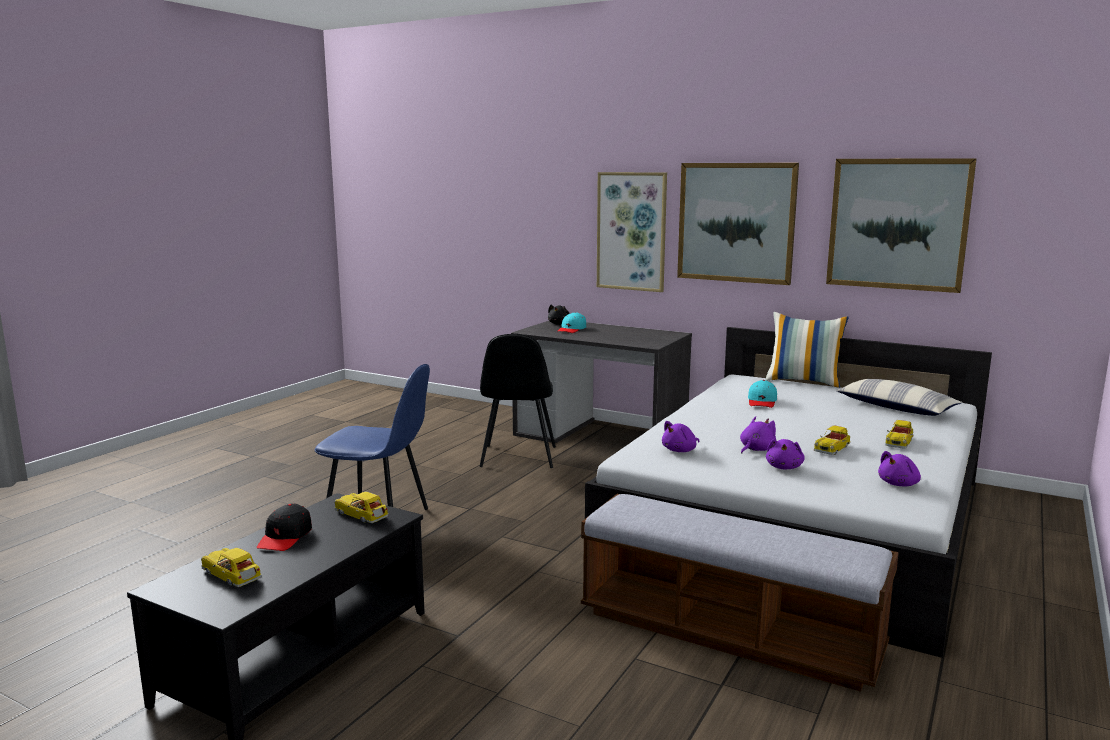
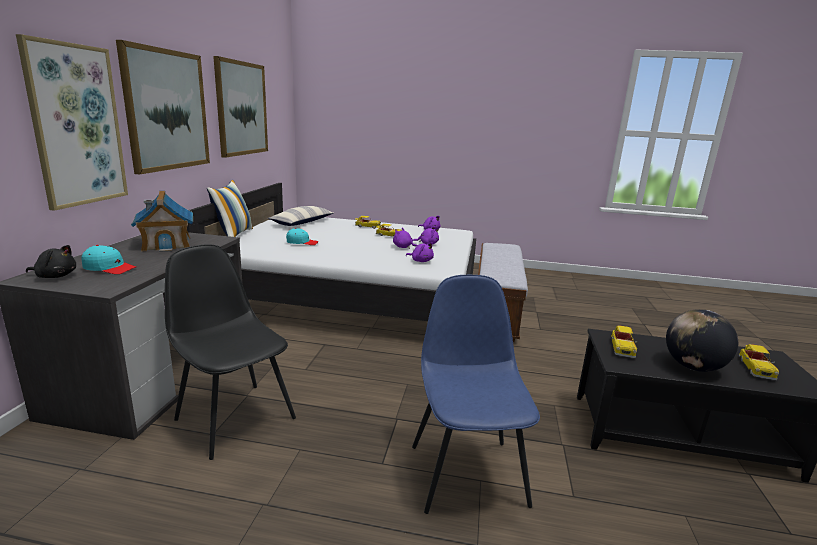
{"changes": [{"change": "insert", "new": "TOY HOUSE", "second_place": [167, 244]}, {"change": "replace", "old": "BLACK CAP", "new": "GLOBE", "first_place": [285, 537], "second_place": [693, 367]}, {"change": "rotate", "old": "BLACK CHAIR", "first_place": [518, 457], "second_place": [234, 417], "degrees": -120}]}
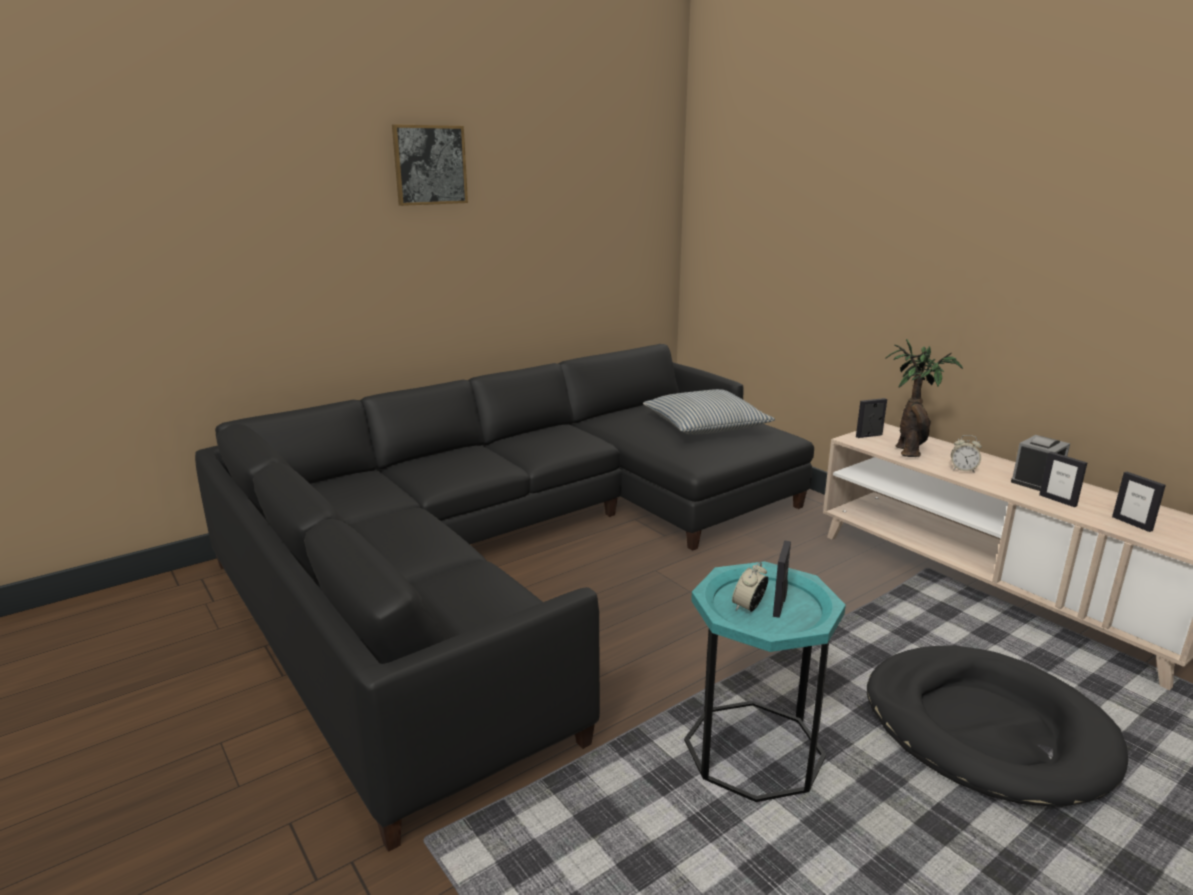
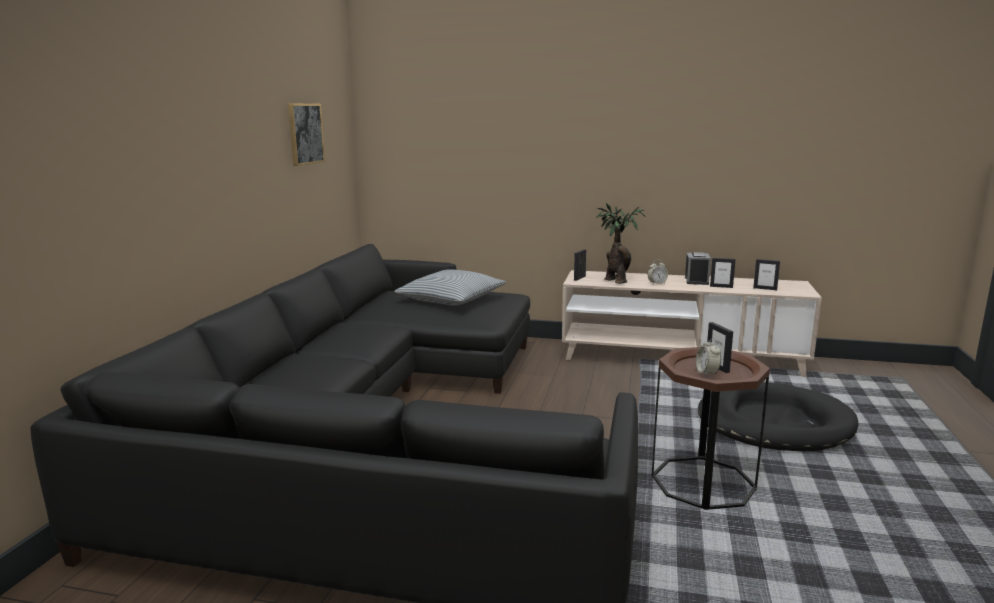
{"changes": [{"change": "move", "old": "PICTURE", "first_place": [430, 165], "second_place": [305, 134]}, {"change": "recolor", "old": "TURQUOISE SIDE TABLE", "new": "BROWN SIDE TABLE", "first_place": [754, 750], "second_place": [703, 483]}]}
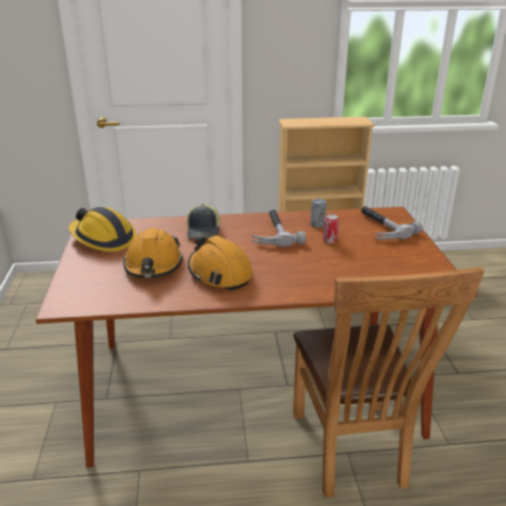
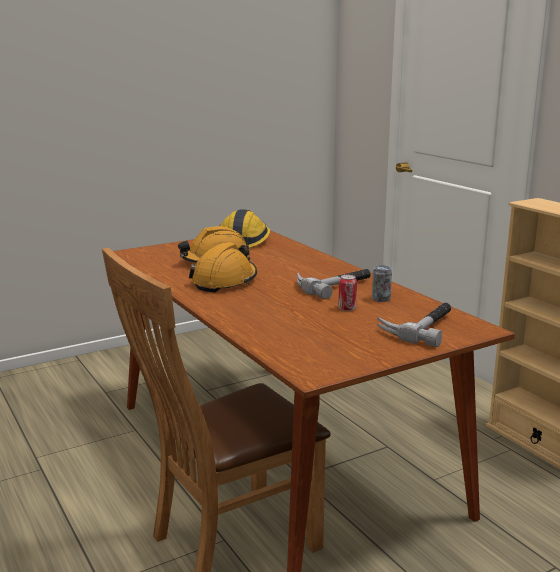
{"changes": [{"change": "delete", "old": "CAP", "first_place": [204, 231]}]}
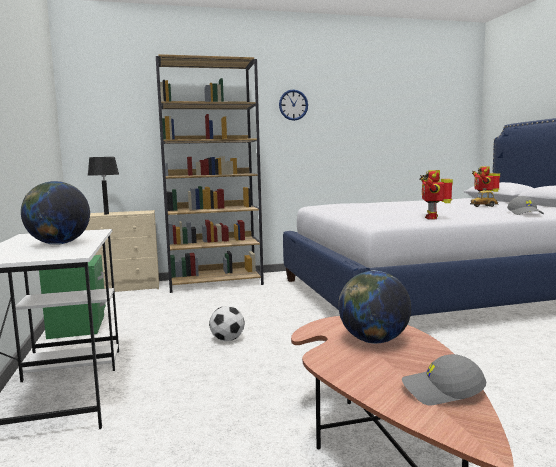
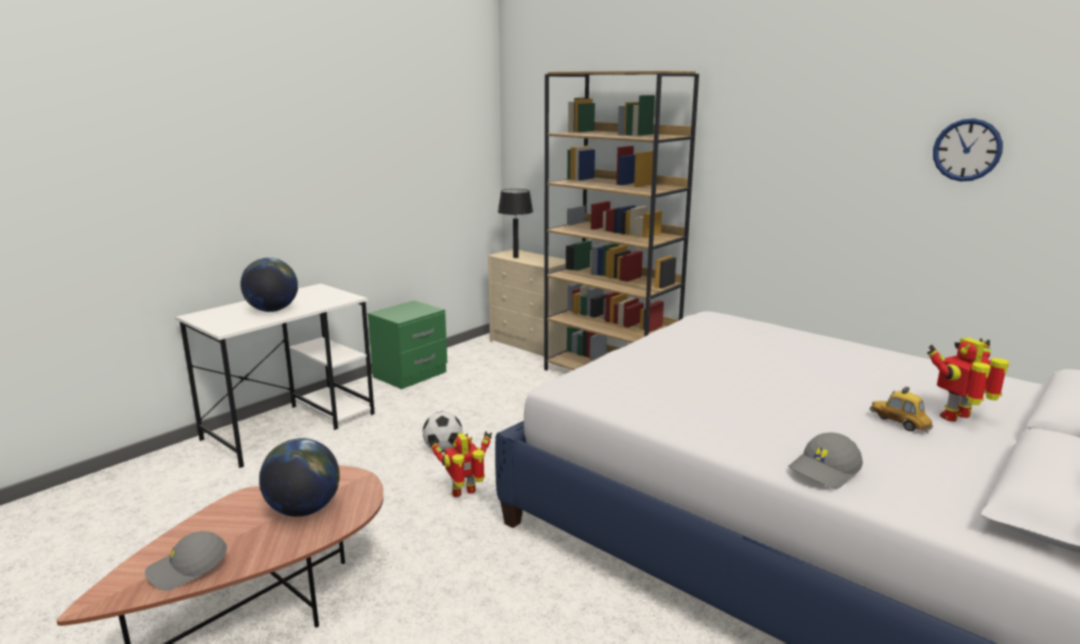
{"changes": [{"change": "move", "old": "WALL CLOCK", "first_place": [293, 105], "second_place": [967, 150]}, {"change": "move", "old": "TOY ROBOT", "first_place": [432, 218], "second_place": [465, 493]}, {"change": "rotate", "old": "GREY CAP", "first_place": [442, 392], "second_place": [188, 569], "degrees": -90}]}
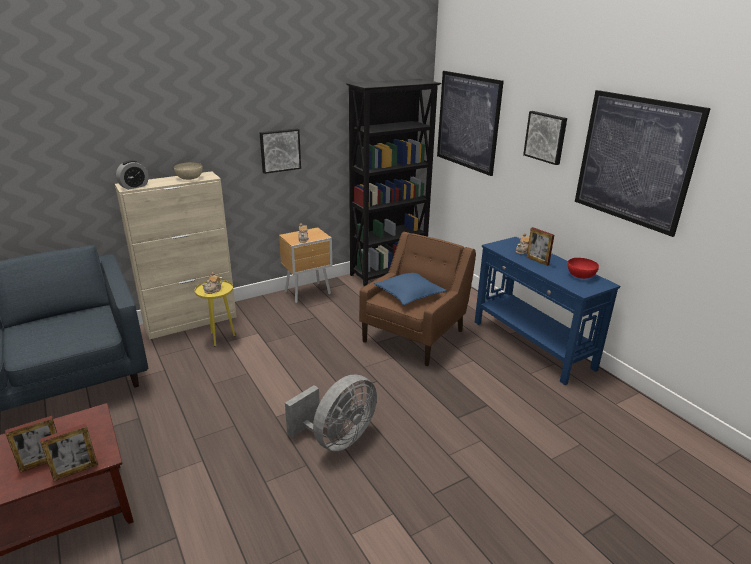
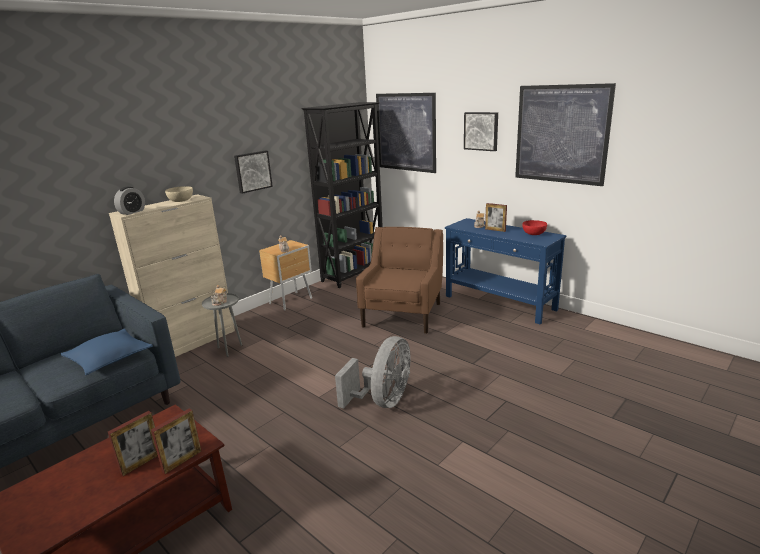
{"changes": [{"change": "move", "old": "BLUE PILLOW", "first_place": [409, 294], "second_place": [109, 358]}, {"change": "recolor", "old": "YELLOW SIDE TABLE", "new": "GREY SIDE TABLE", "first_place": [220, 338], "second_place": [229, 349]}]}
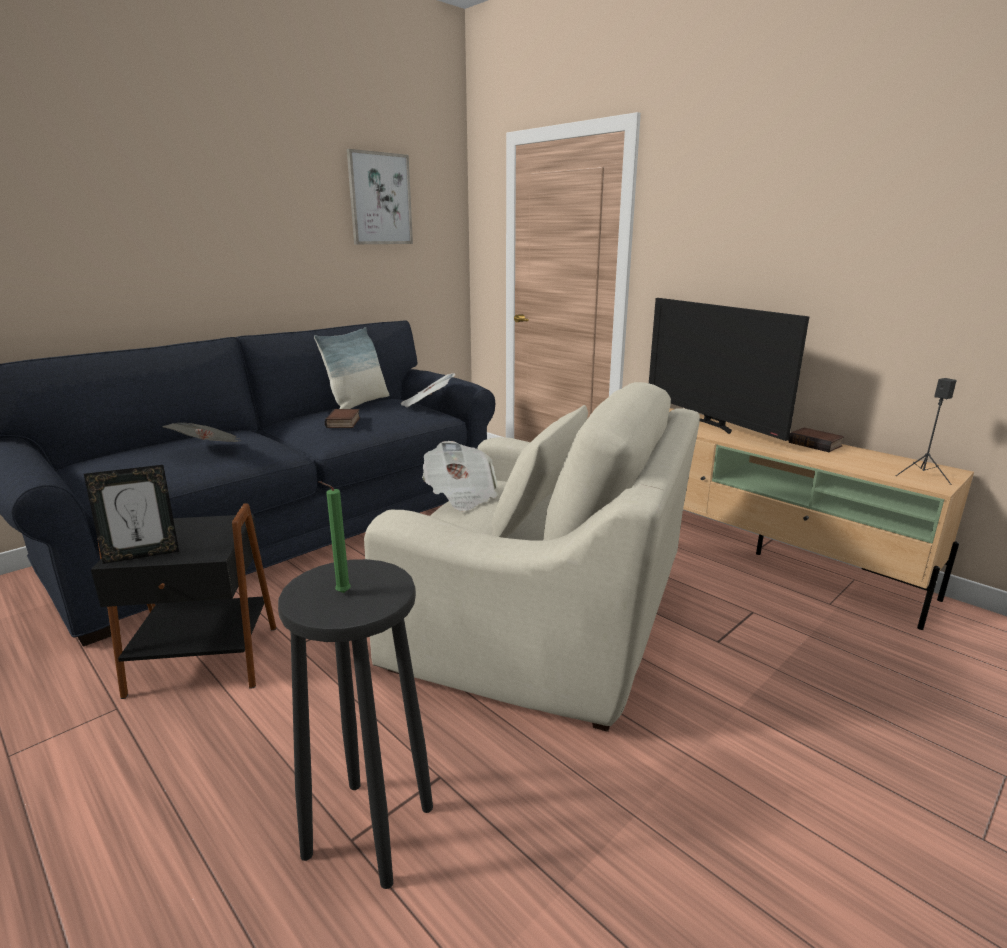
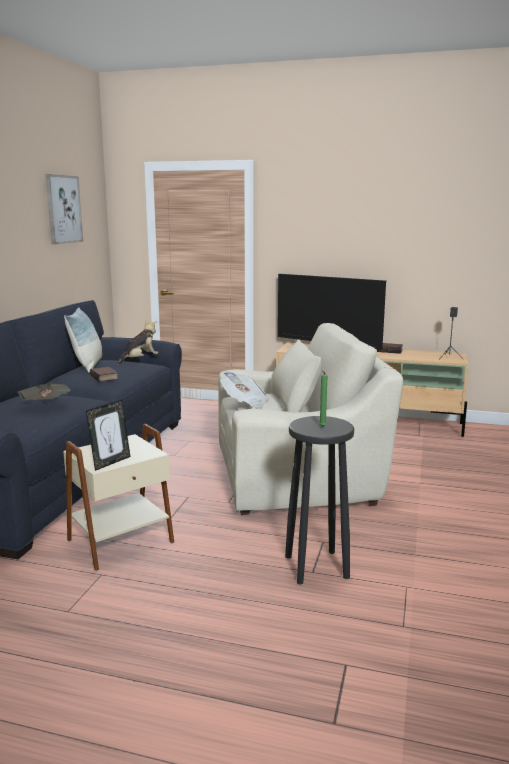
{"changes": [{"change": "replace", "old": "NEWSPAPER", "new": "PLUSH TOY", "first_place": [427, 405], "second_place": [140, 360]}, {"change": "recolor", "old": "BLACK SIDE TABLE", "new": "BEIGE SIDE TABLE", "first_place": [204, 662], "second_place": [121, 542]}]}
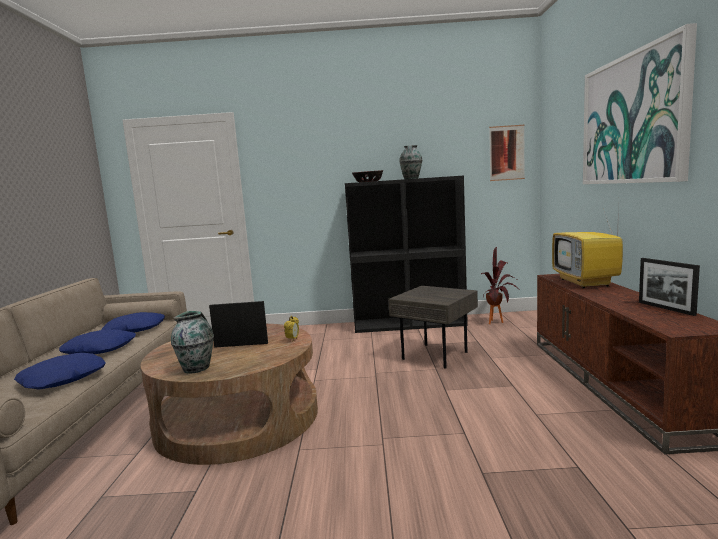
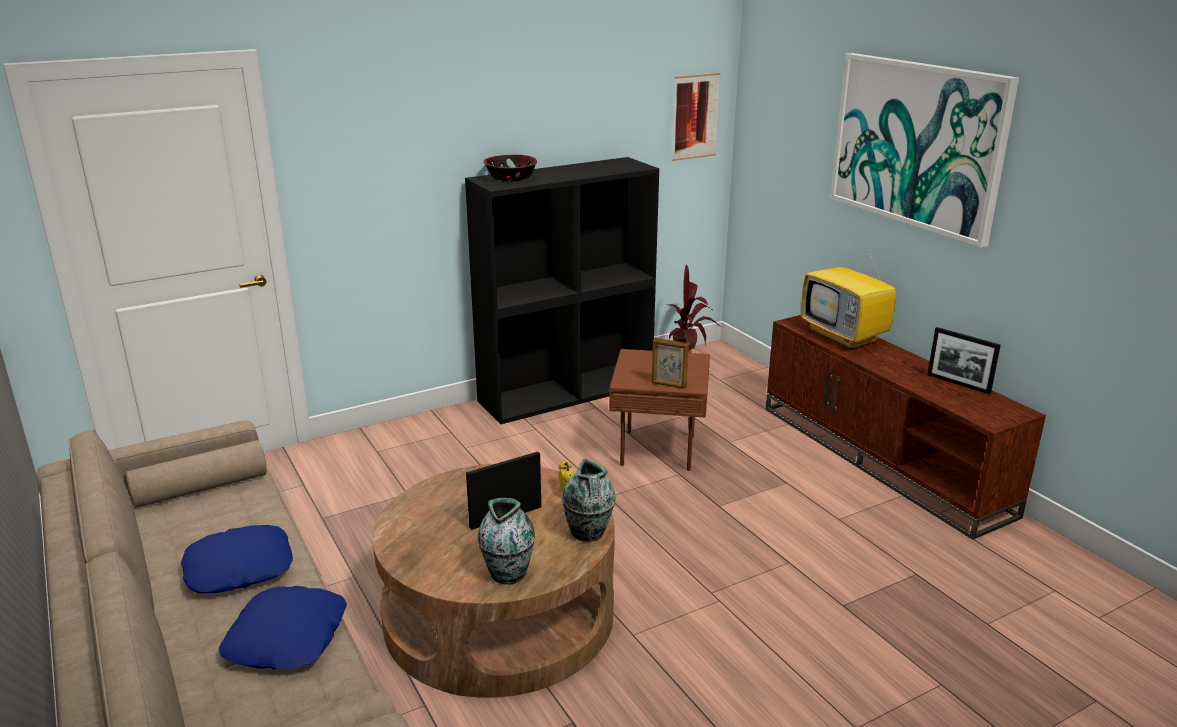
{"changes": [{"change": "delete", "old": "BLUE PILLOW", "first_place": [135, 329]}, {"change": "insert", "new": "PICTURE FRAME", "second_place": [668, 385]}, {"change": "move", "old": "VASE", "first_place": [411, 178], "second_place": [588, 533]}, {"change": "recolor", "old": "GREY SIDE TABLE", "new": "BROWN SIDE TABLE", "first_place": [437, 355], "second_place": [660, 449]}]}
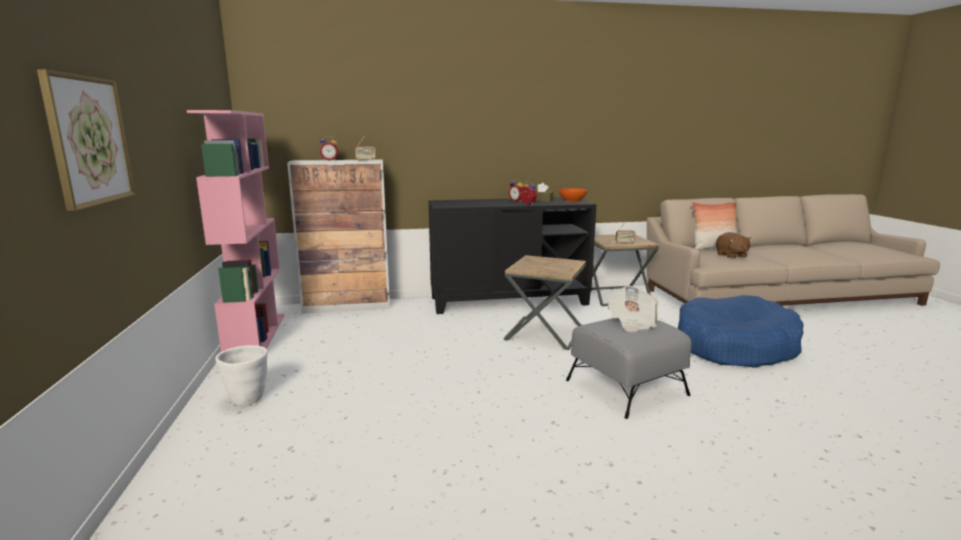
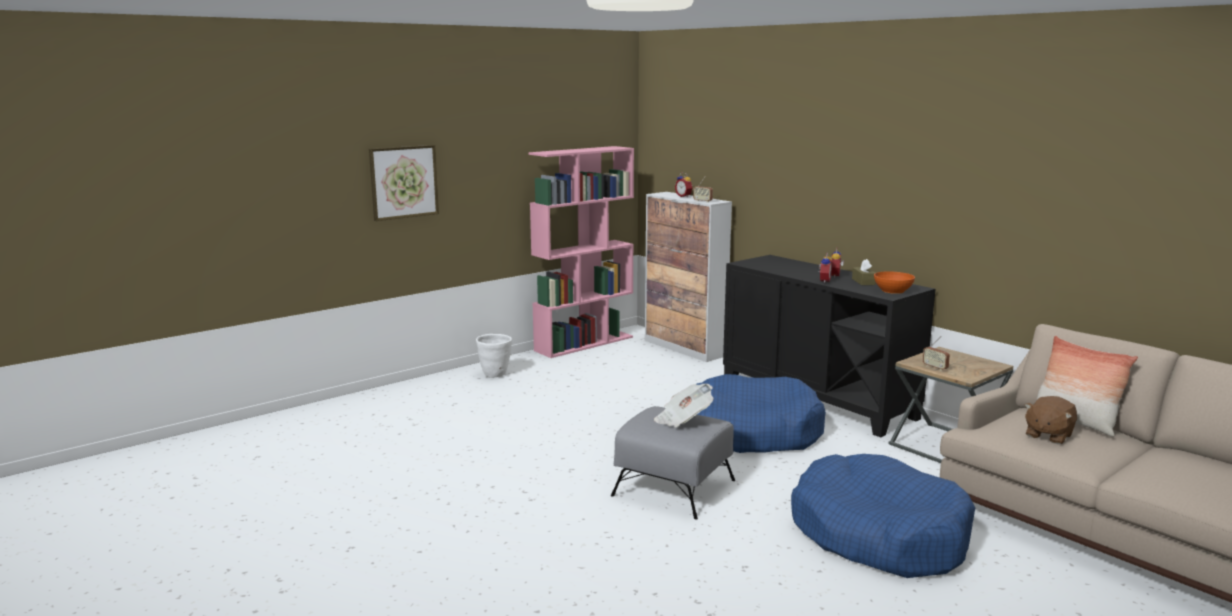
{"changes": [{"change": "replace", "old": "BROWN SIDE TABLE", "new": "BLUE DOG BED", "first_place": [544, 333], "second_place": [751, 432]}]}
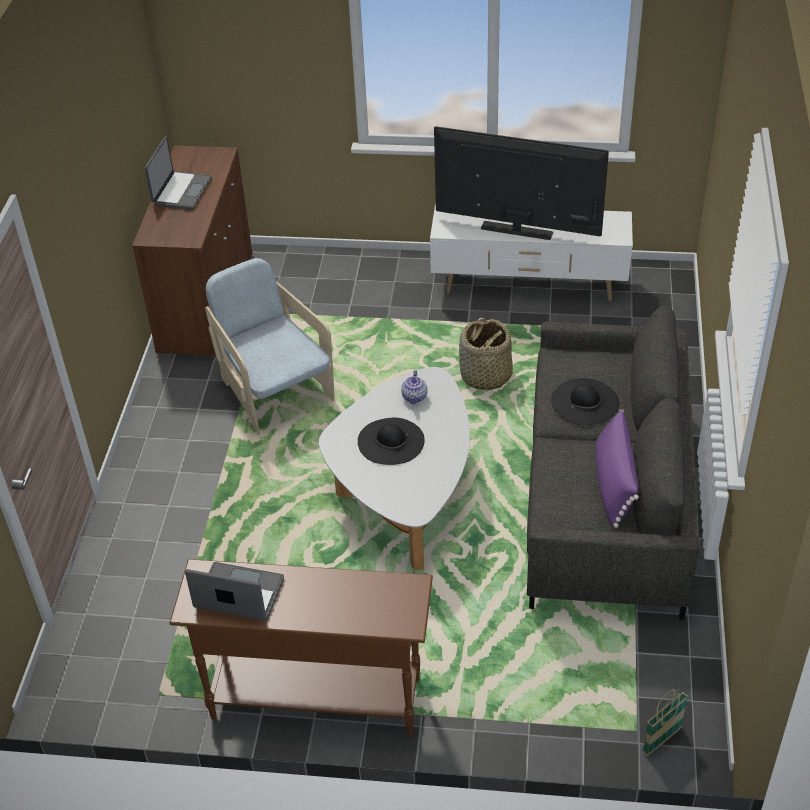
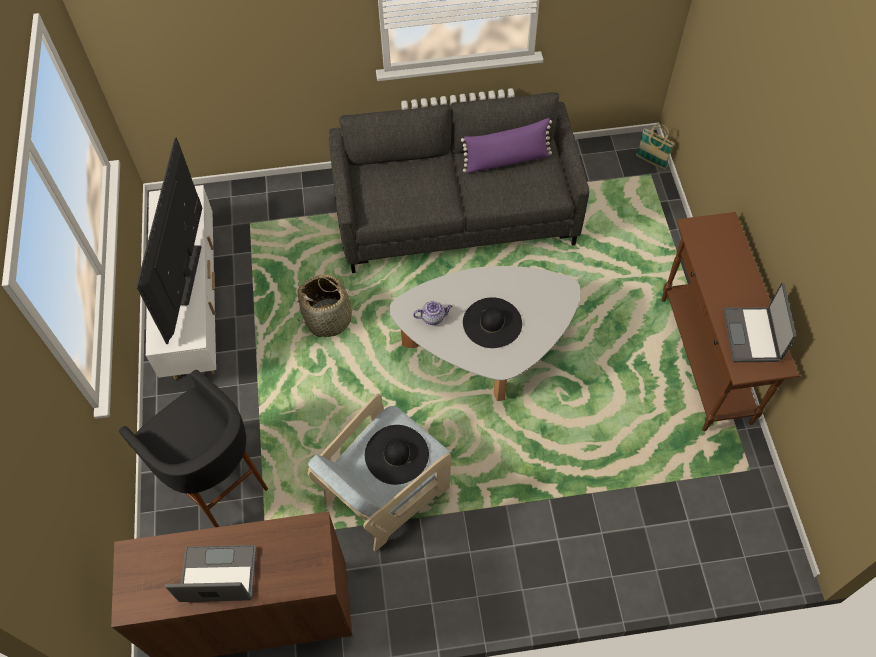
{"changes": [{"change": "insert", "new": "BLACK STOOL", "second_place": [217, 482]}, {"change": "move", "old": "BLACK HAT", "first_place": [584, 401], "second_place": [396, 454]}]}
